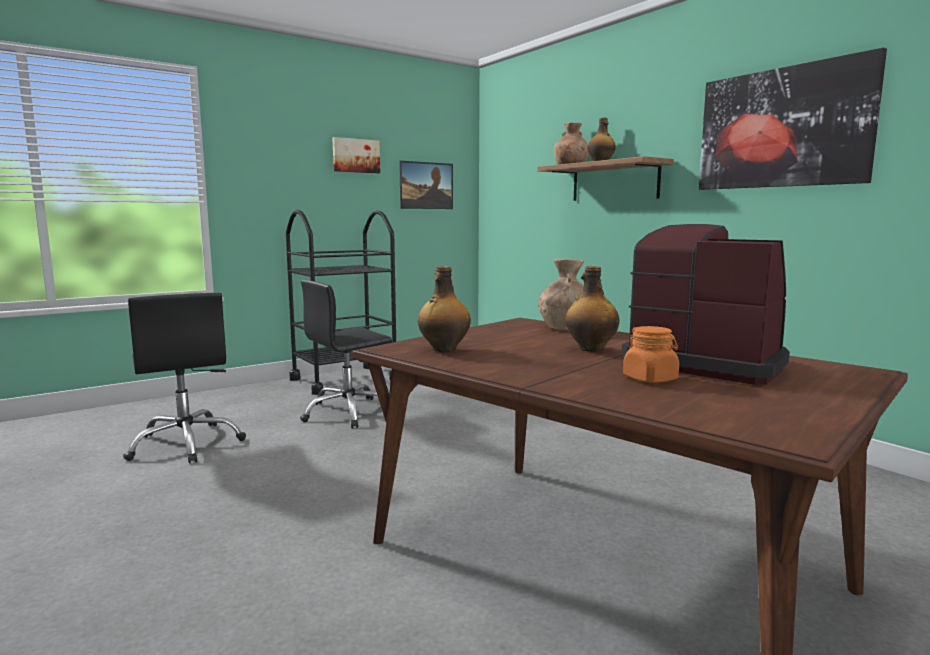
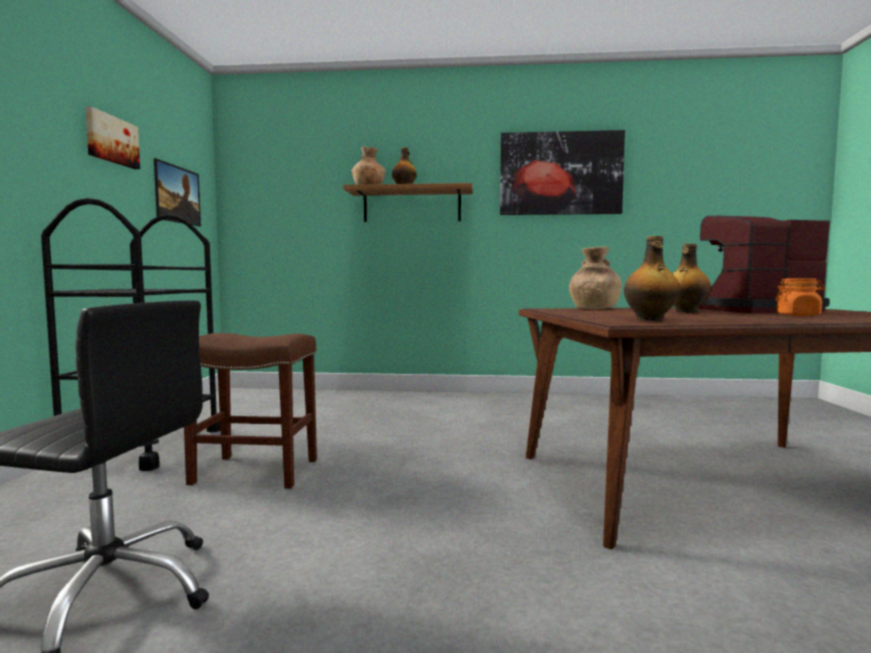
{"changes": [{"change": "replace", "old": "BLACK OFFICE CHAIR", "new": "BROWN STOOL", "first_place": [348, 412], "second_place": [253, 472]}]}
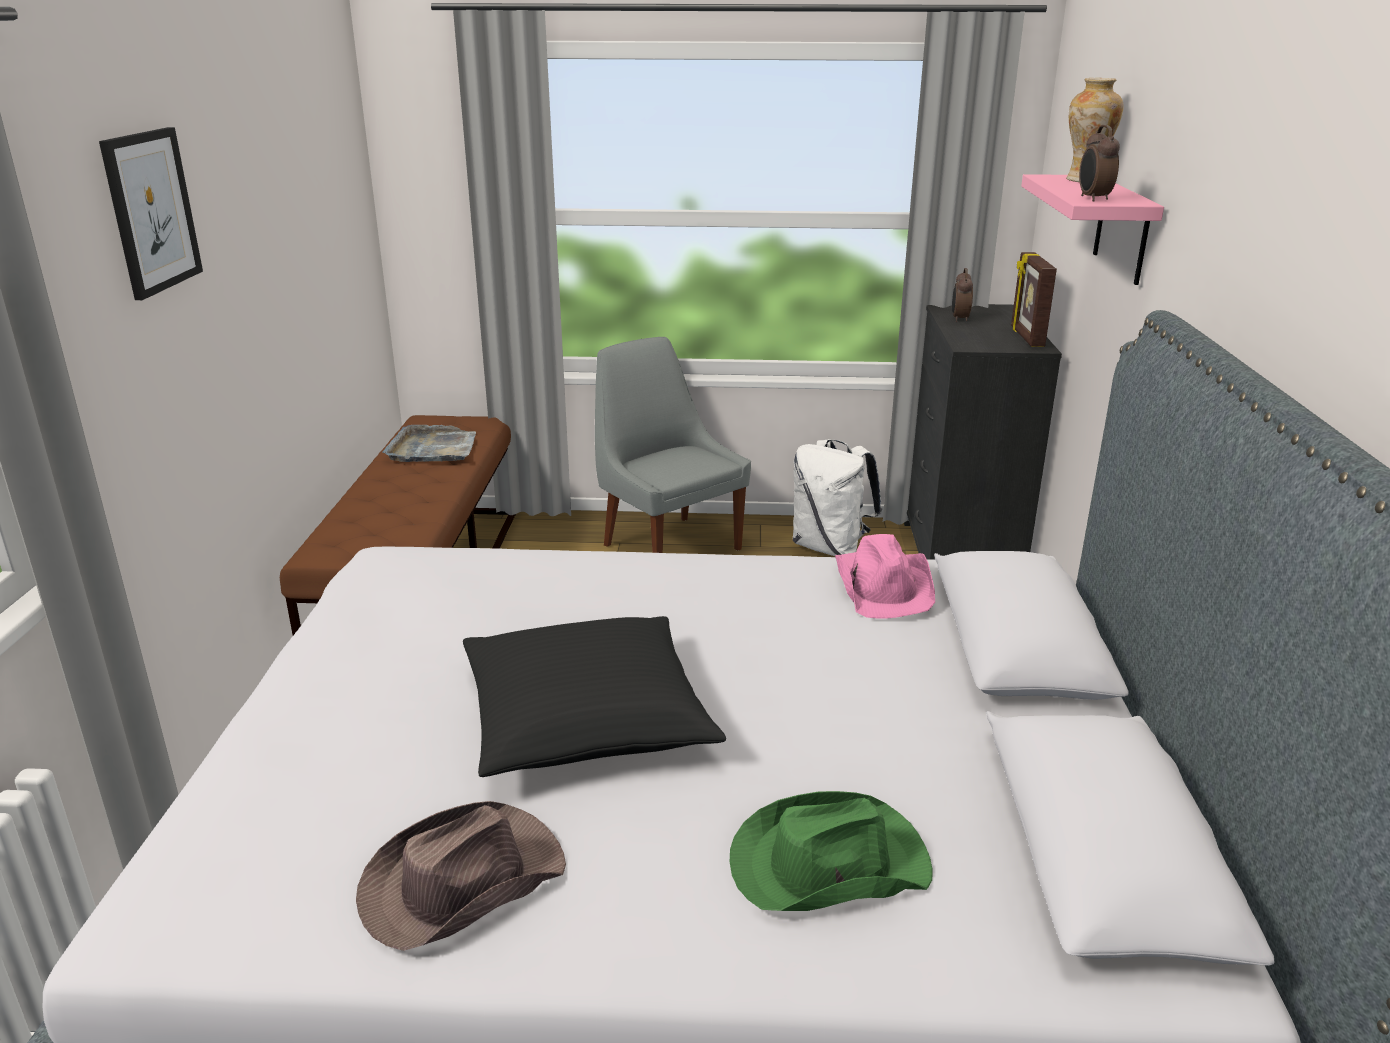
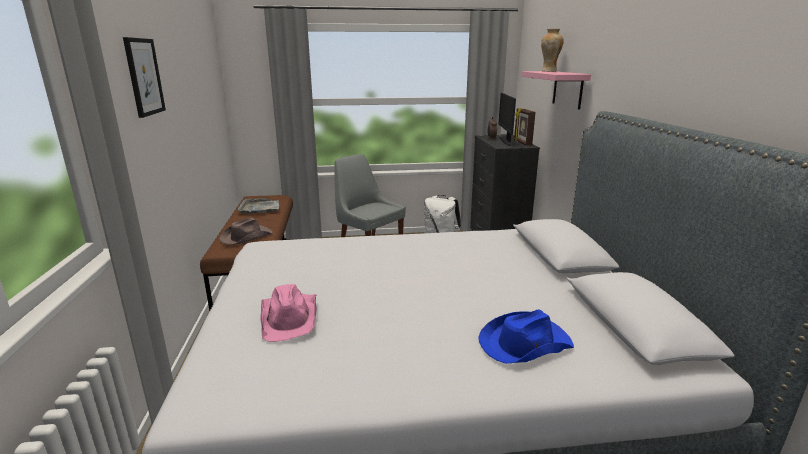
{"changes": [{"change": "delete", "old": "BLACK PILLOW", "first_place": [585, 717]}, {"change": "delete", "old": "ALARM CLOCK", "first_place": [1093, 199]}, {"change": "insert", "new": "MONITOR", "second_place": [506, 141]}, {"change": "move", "old": "BROWN HAT", "first_place": [460, 882], "second_place": [245, 237]}, {"change": "move", "old": "PINK HAT", "first_place": [884, 586], "second_place": [290, 317]}, {"change": "recolor", "old": "GREEN HAT", "new": "BLUE HAT", "first_place": [826, 864], "second_place": [524, 343]}]}
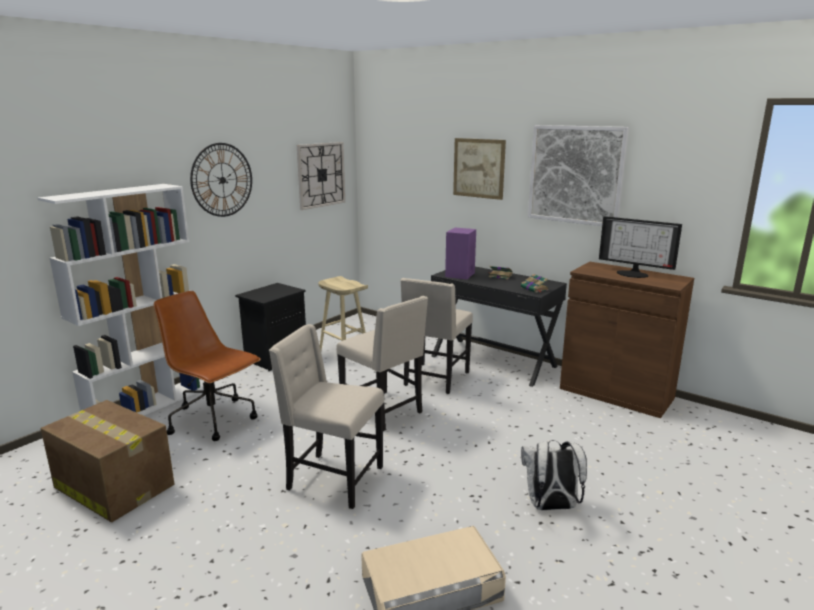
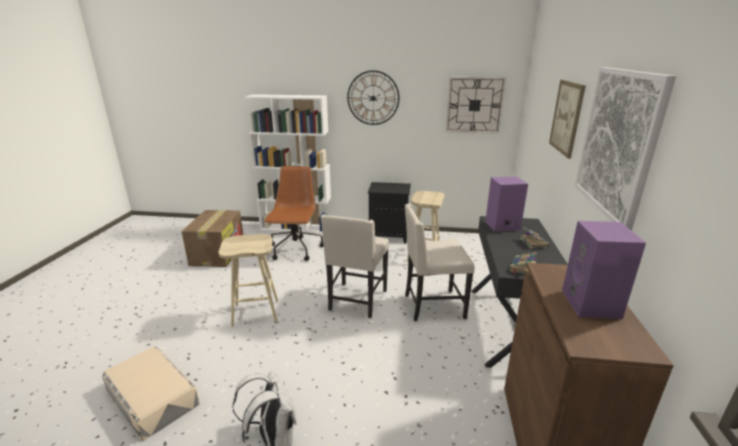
{"changes": [{"change": "replace", "old": "BEIGE CHAIR", "new": "BEIGE STOOL", "first_place": [332, 479], "second_place": [256, 313]}, {"change": "replace", "old": "MONITOR", "new": "PURPLE SPEAKER", "first_place": [633, 273], "second_place": [592, 304]}]}
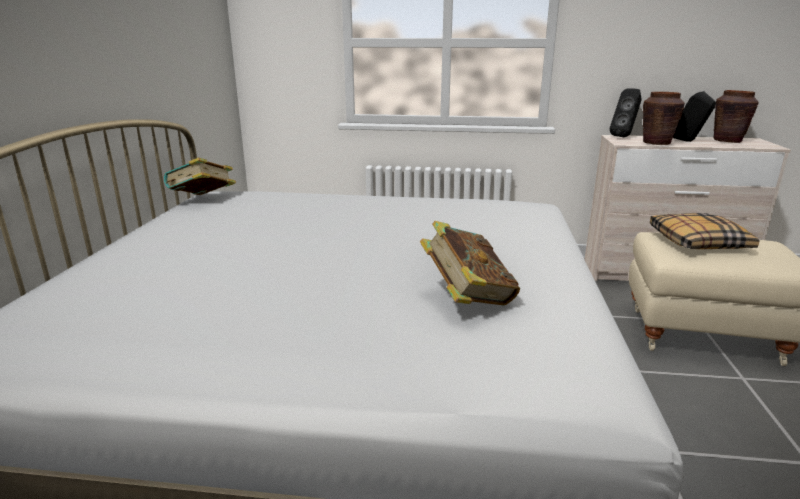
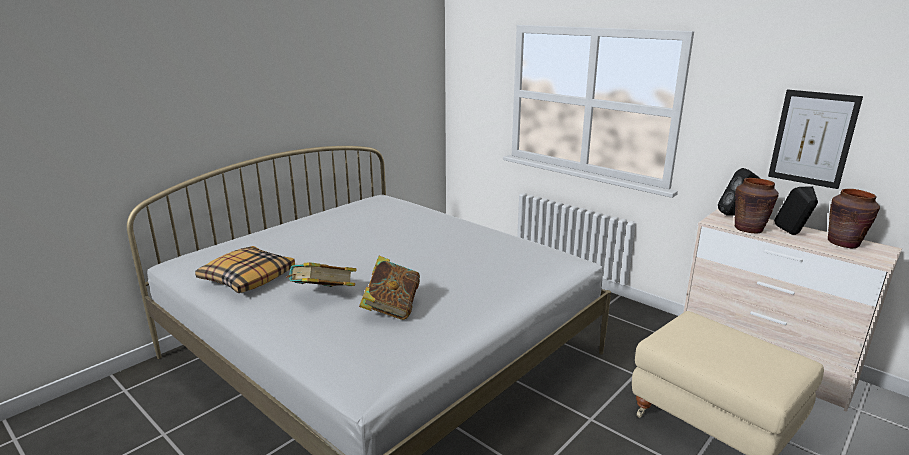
{"changes": [{"change": "insert", "new": "PICTURE", "second_place": [812, 138]}, {"change": "move", "old": "BOOK", "first_place": [203, 200], "second_place": [323, 296]}, {"change": "move", "old": "PILLOW", "first_place": [697, 242], "second_place": [247, 278]}]}
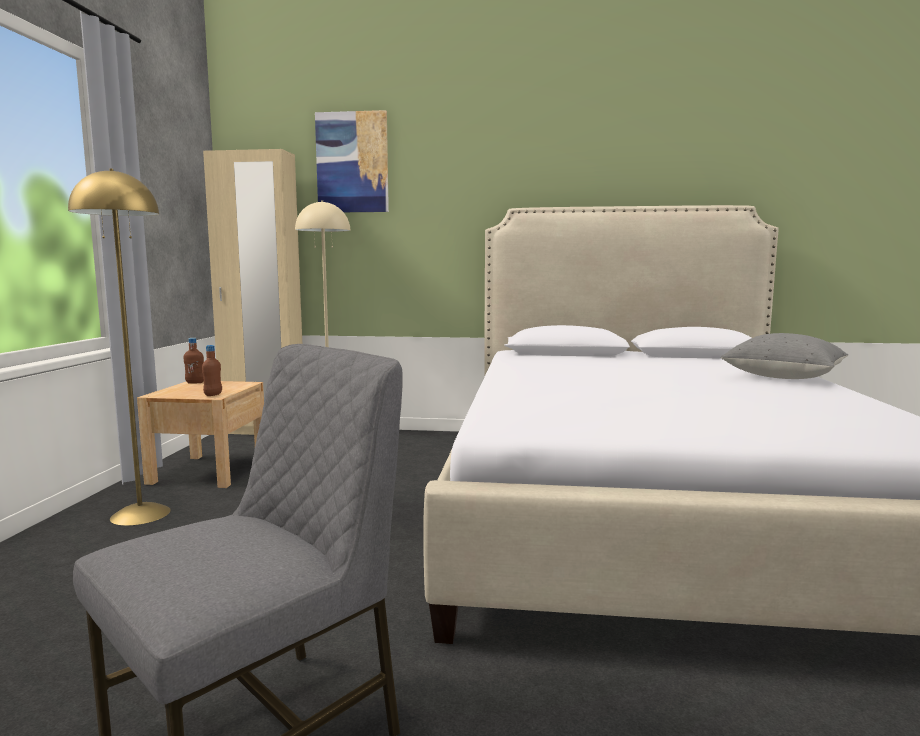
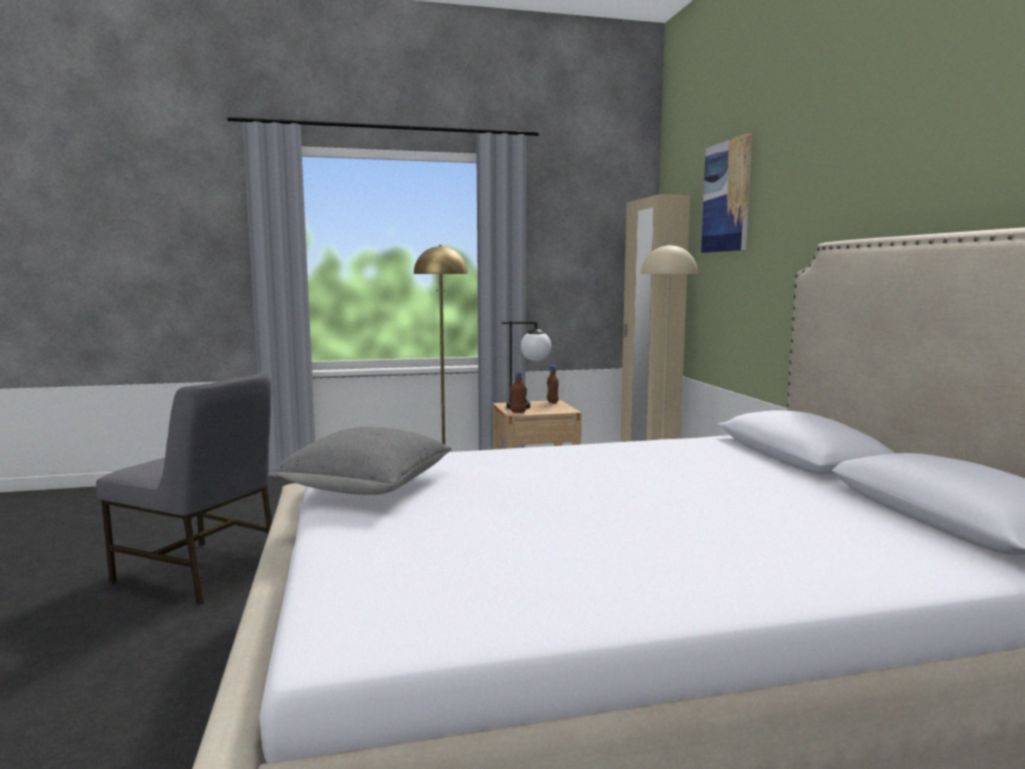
{"changes": [{"change": "insert", "new": "TABLE LAMP", "second_place": [528, 407]}, {"change": "move", "old": "GREY PILLOW", "first_place": [783, 377], "second_place": [367, 487]}]}
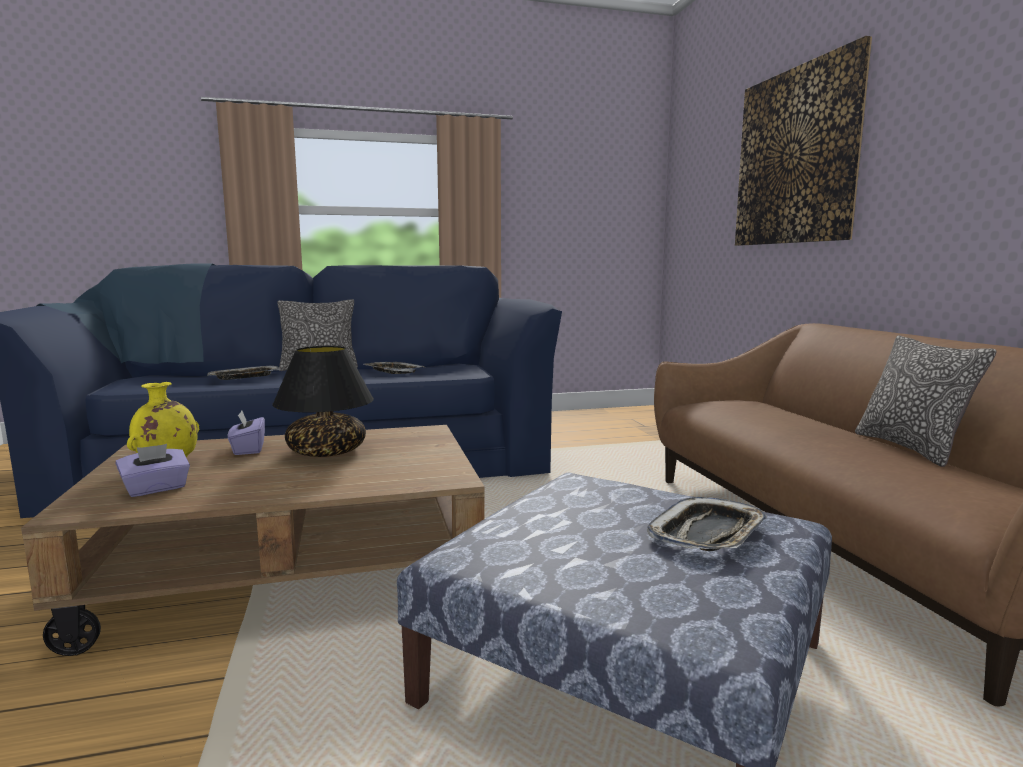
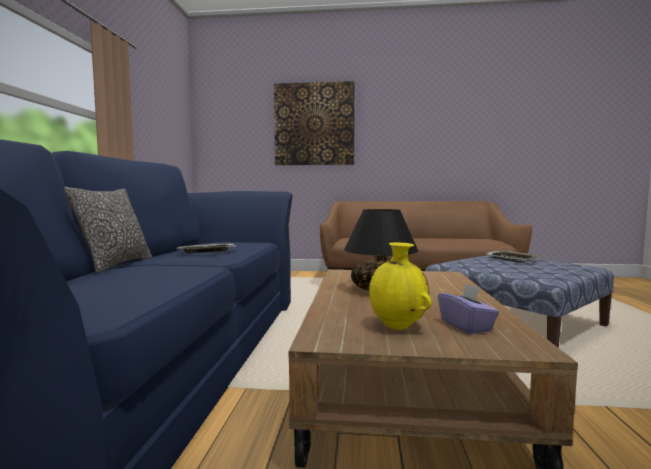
{"changes": [{"change": "delete", "old": "TRAY", "first_place": [244, 377]}, {"change": "delete", "old": "PURPLE TISSUE BOX", "first_place": [248, 449]}, {"change": "delete", "old": "PILLOW", "first_place": [911, 448]}]}
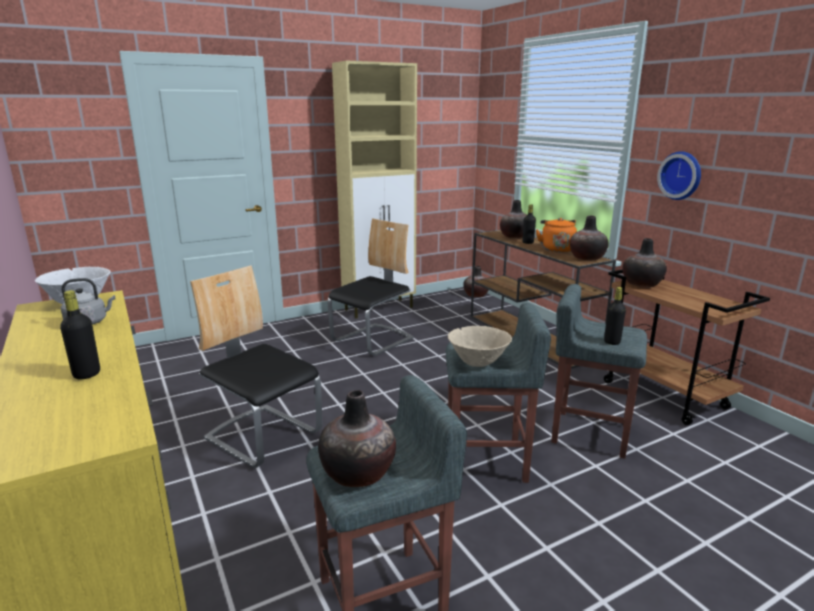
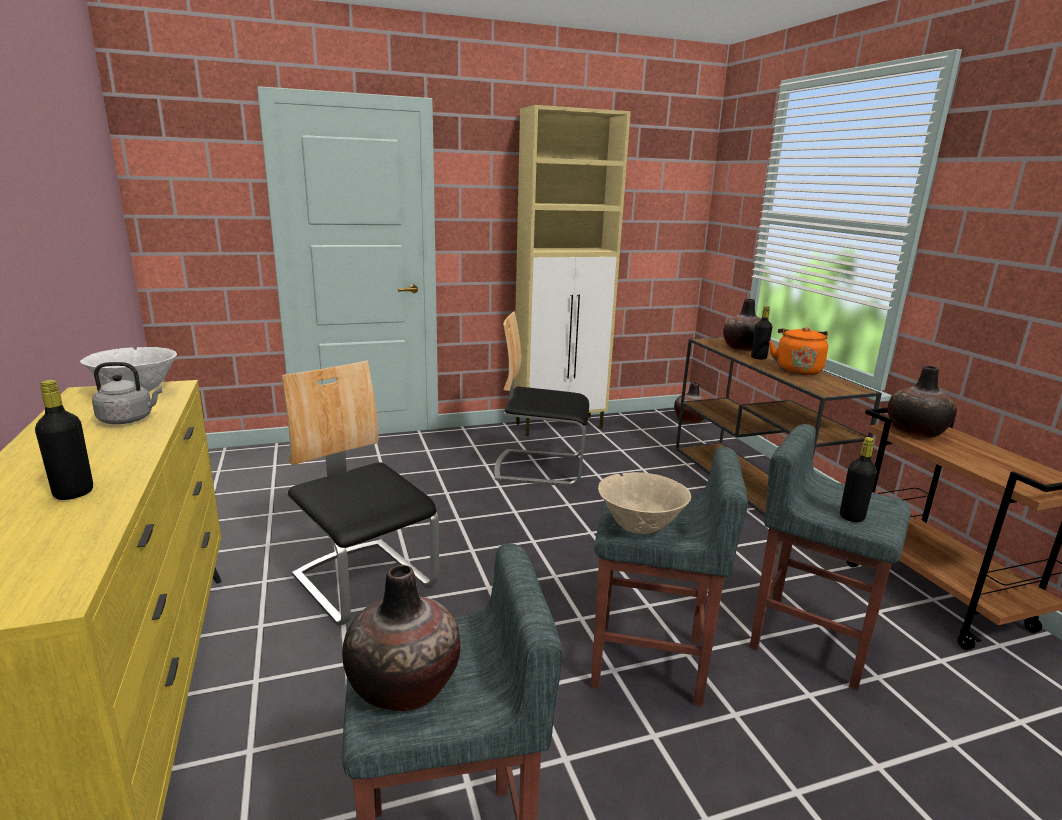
{"changes": [{"change": "delete", "old": "VASE", "first_place": [587, 258]}, {"change": "delete", "old": "WALL CLOCK", "first_place": [681, 175]}, {"change": "rotate", "old": "CHAIR", "first_place": [373, 340], "second_place": [540, 467], "degrees": -135}]}
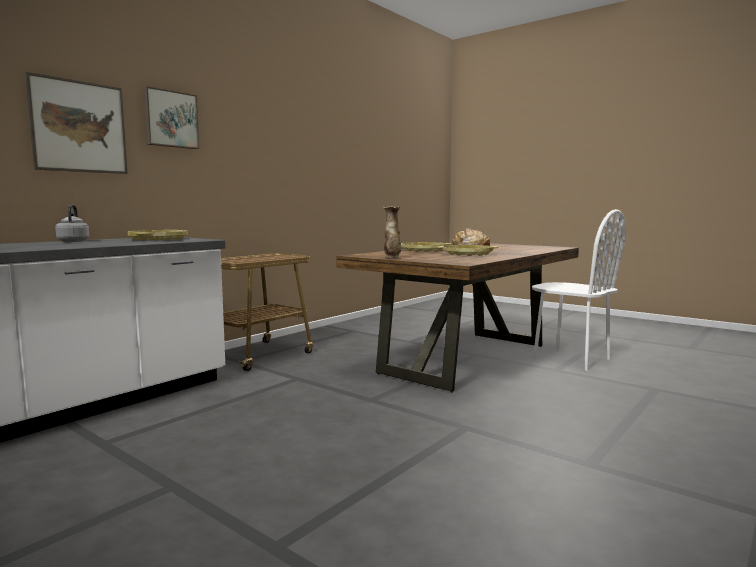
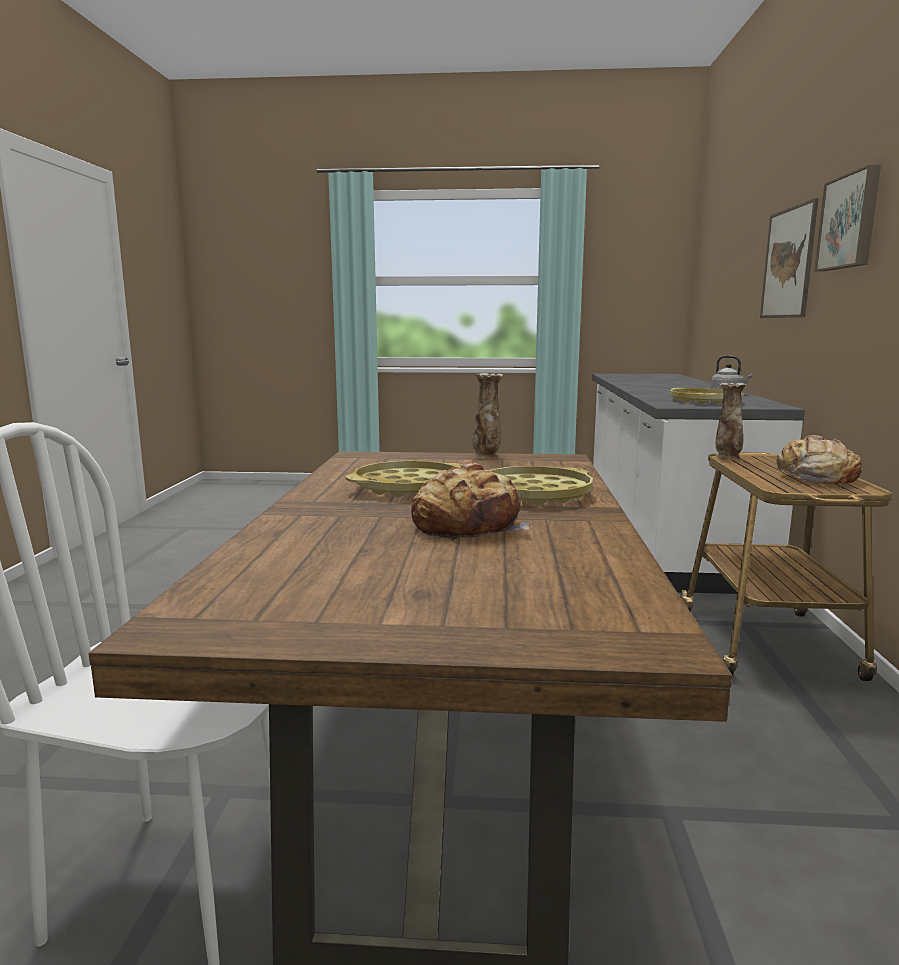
{"changes": [{"change": "insert", "new": "VASE", "second_place": [727, 458]}, {"change": "insert", "new": "BREAD", "second_place": [814, 477]}]}
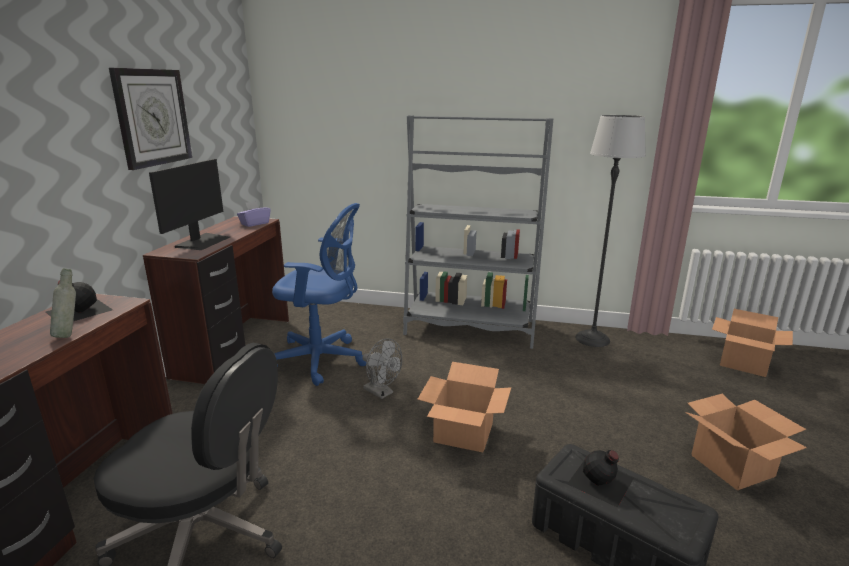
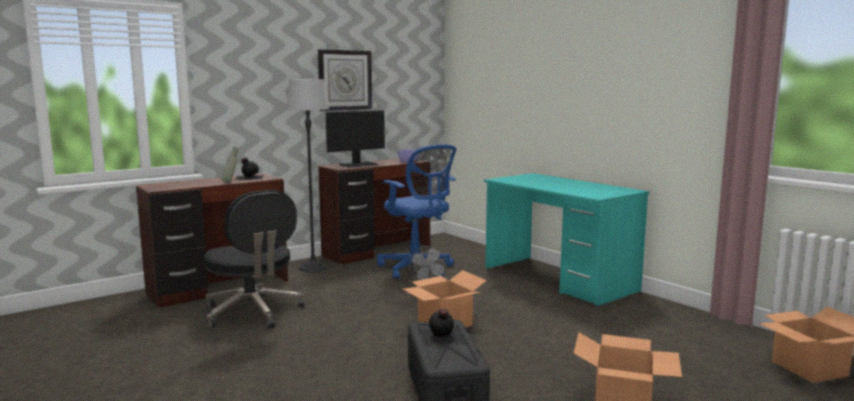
{"changes": [{"change": "move", "old": "FLOOR LAMP", "first_place": [592, 339], "second_place": [313, 267]}, {"change": "replace", "old": "GREY BOOKCASE", "new": "TURQUOISE DESK", "first_place": [469, 328], "second_place": [558, 279]}]}
